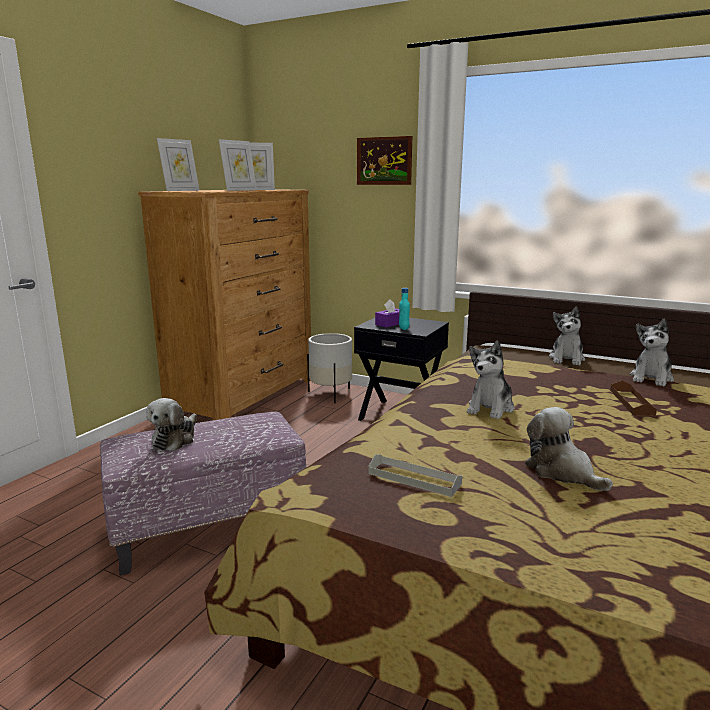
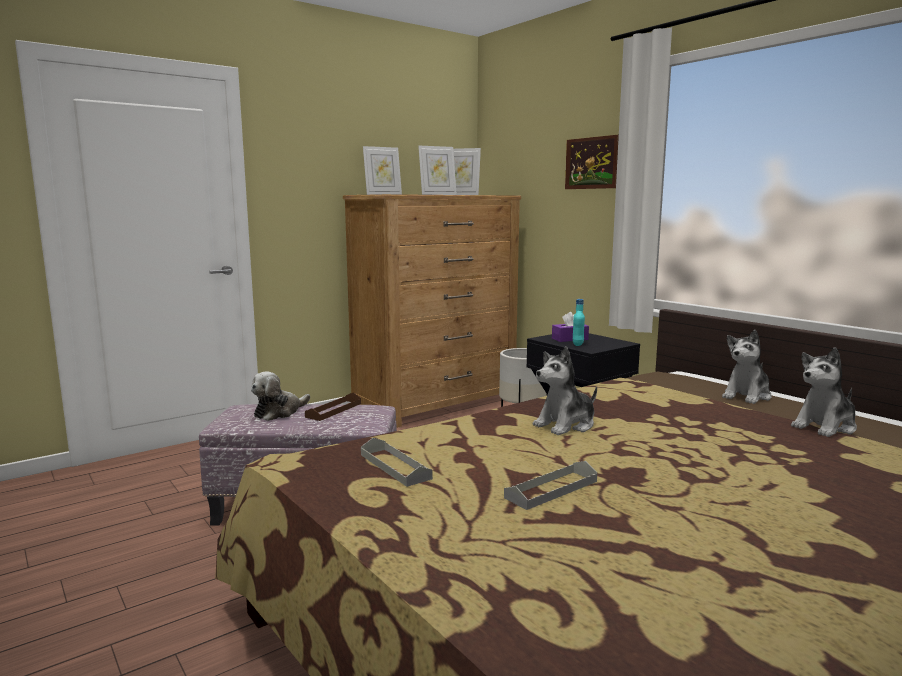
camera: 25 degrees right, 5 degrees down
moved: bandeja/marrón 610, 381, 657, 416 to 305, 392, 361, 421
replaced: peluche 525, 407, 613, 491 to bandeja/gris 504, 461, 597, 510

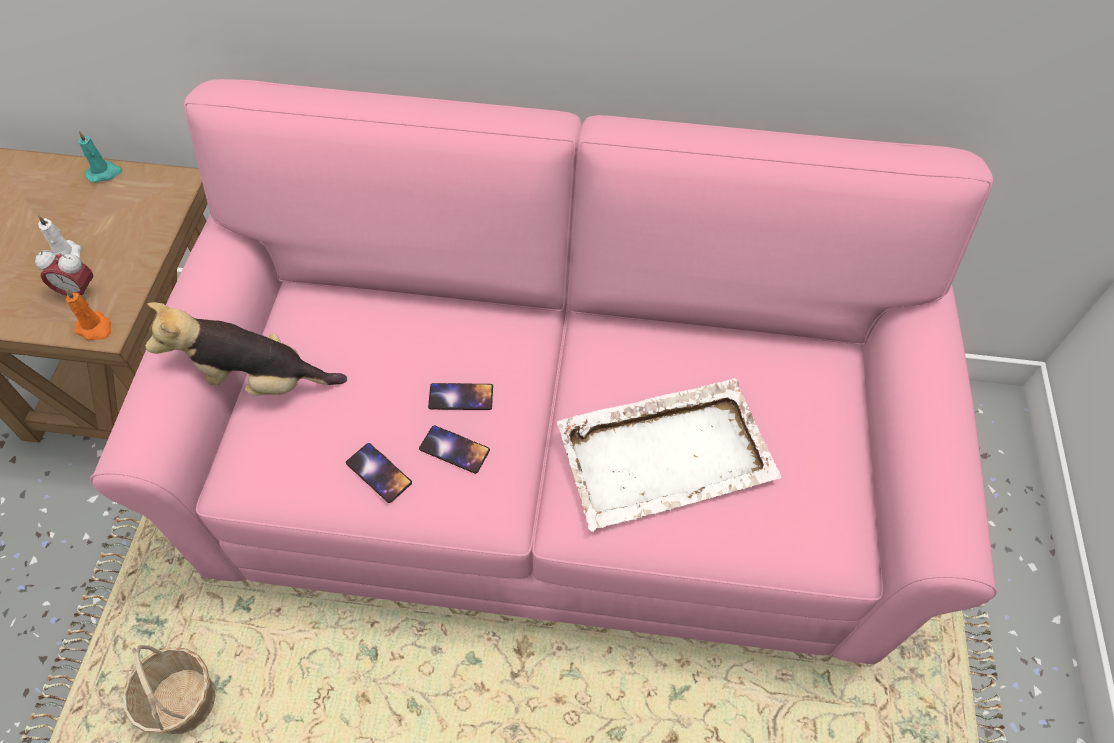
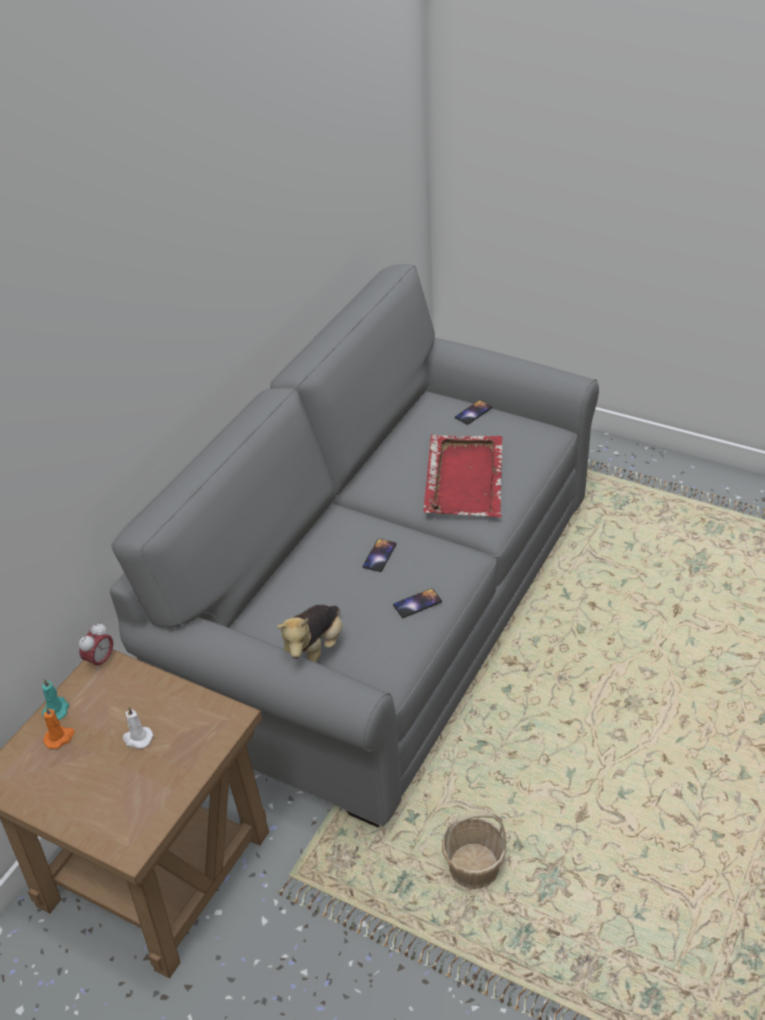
camera: 65 degrees left, 15 degrees down
moved: despertador 35, 250, 93, 300 to 79, 622, 113, 671; vela/naranja 66, 289, 111, 340 to 44, 706, 75, 749; móvil 419, 425, 490, 474 to 455, 400, 492, 425
recoloured: sofá/rosa 90, 79, 997, 664 to sofá/gris 110, 264, 599, 827; bandeja/blanco 557, 378, 781, 532 to bandeja/rojo 423, 434, 503, 517

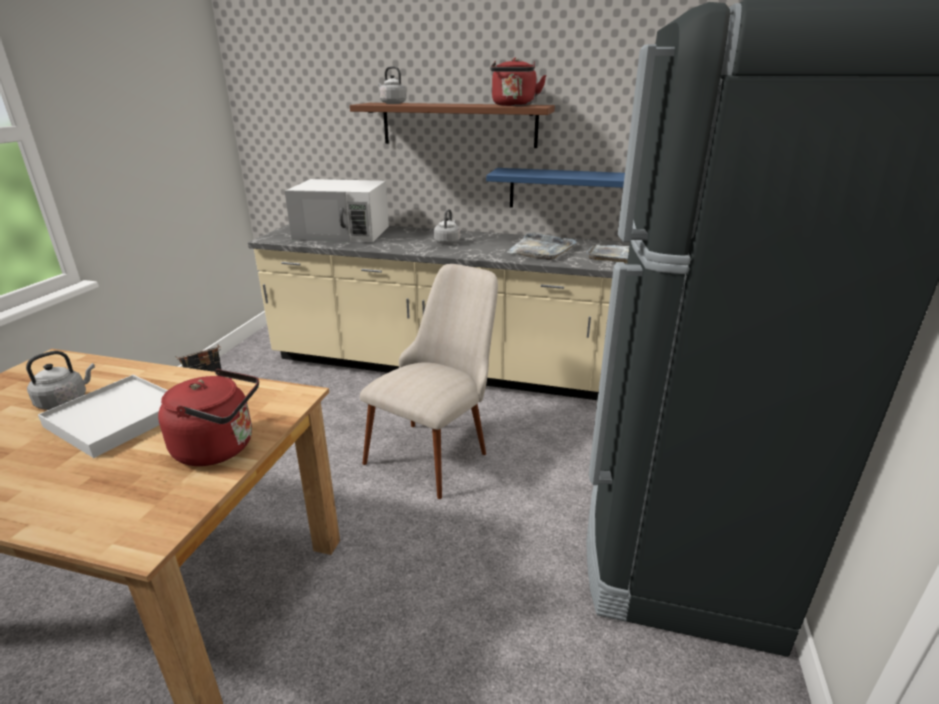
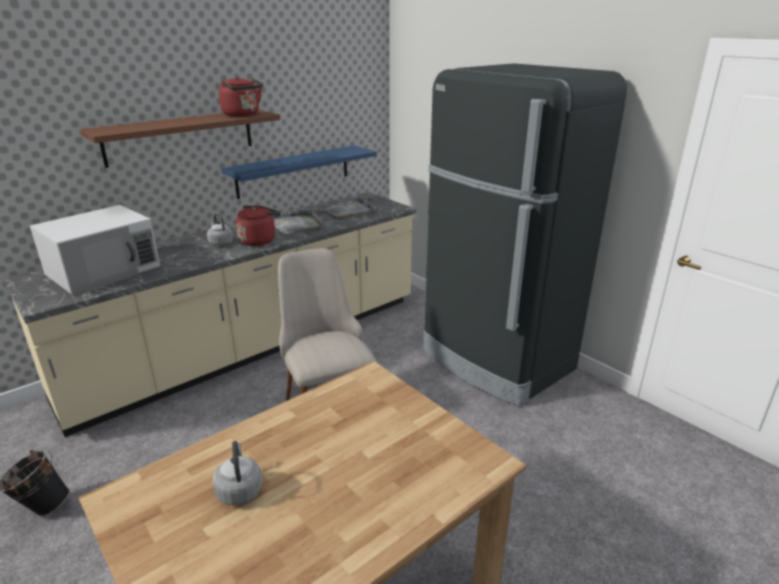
camera: 55 degrees left, 0 degrees up
removed: hervidor/gris 378, 66, 407, 104; bandeja/blanco 38, 375, 168, 458
moved: hervidor/rojo 158, 369, 259, 466 to 236, 205, 281, 246

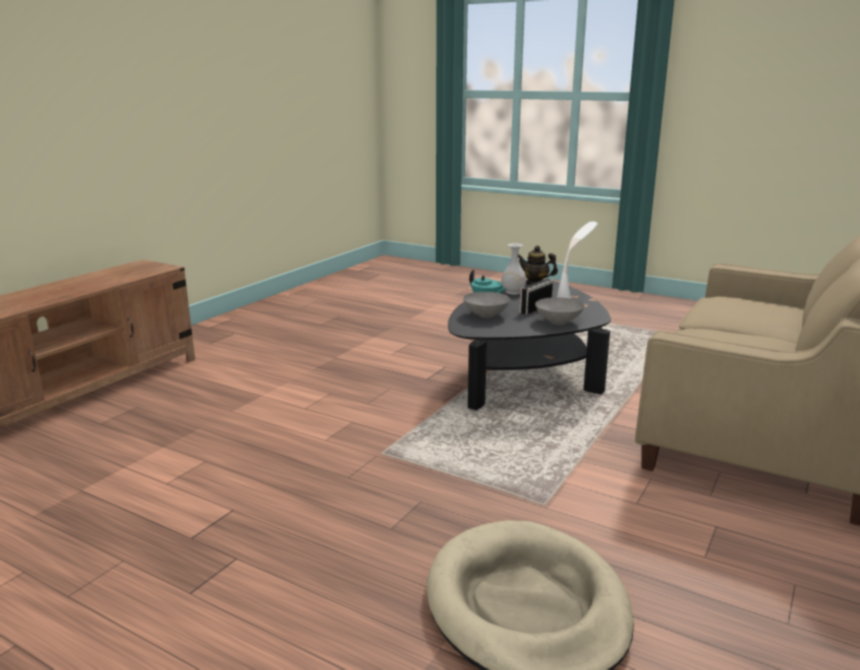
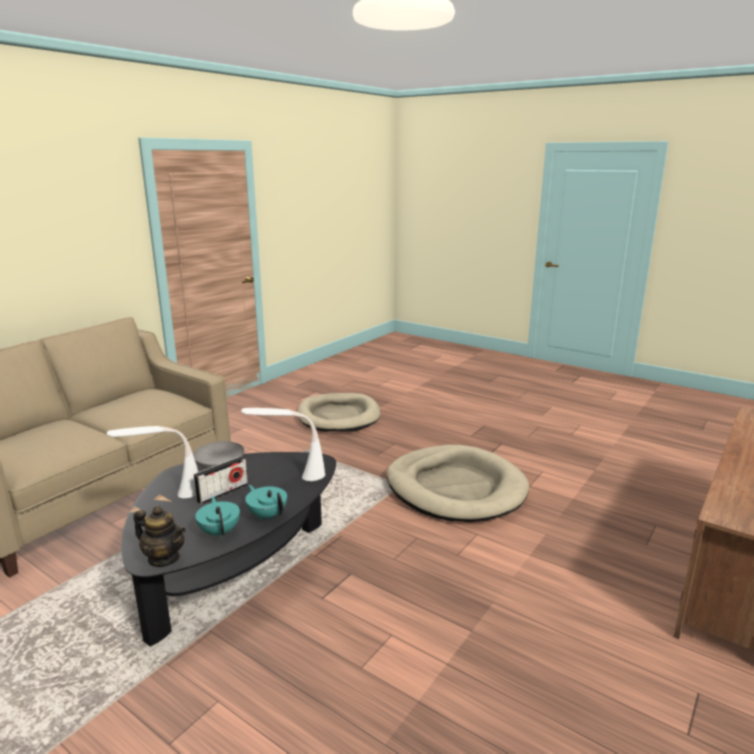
camera: 175 degrees left, 0 degrees up
added: cama para perro/beis 387, 445, 529, 522
replaced: florero/blanco 501, 243, 526, 295 to tetera/turquesa 195, 496, 240, 538; cuenco/gris 463, 292, 511, 318 to lámpara de mesa/blanco 241, 408, 325, 481

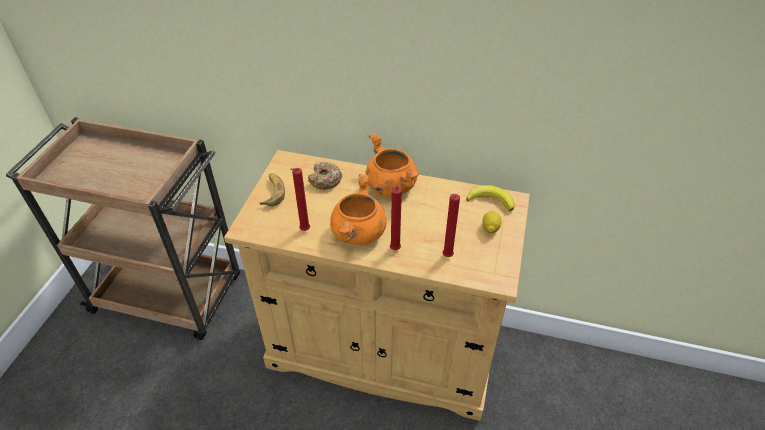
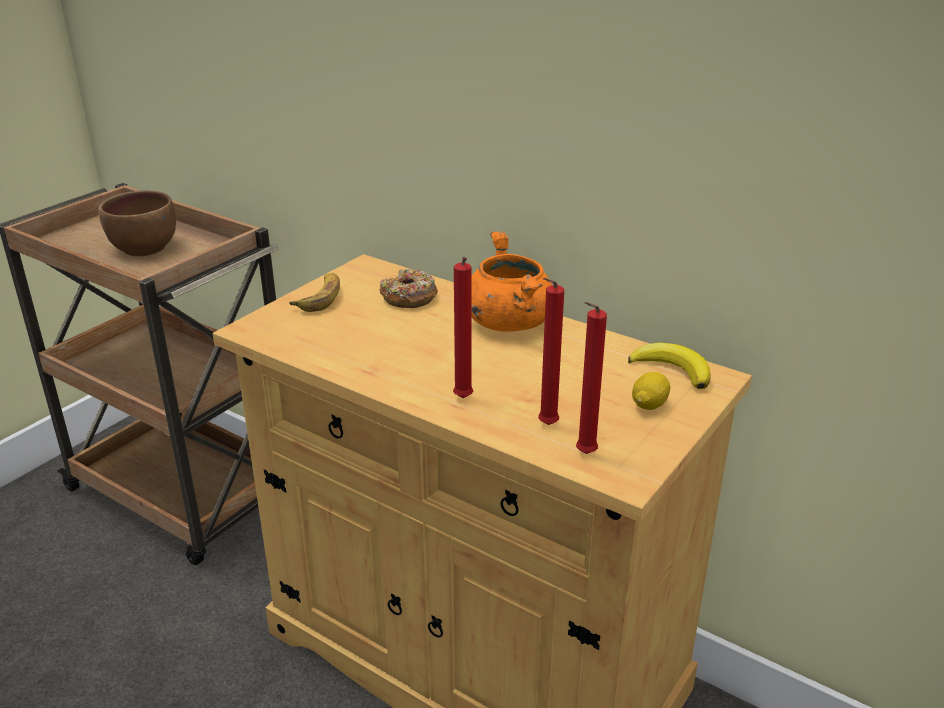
camera: 20 degrees right, 15 degrees down
removed: olla/naranja 330, 174, 387, 245
added: cuenco/marrón 98, 190, 176, 256
moved: vela/rojo 290, 168, 310, 231 to 576, 302, 607, 454

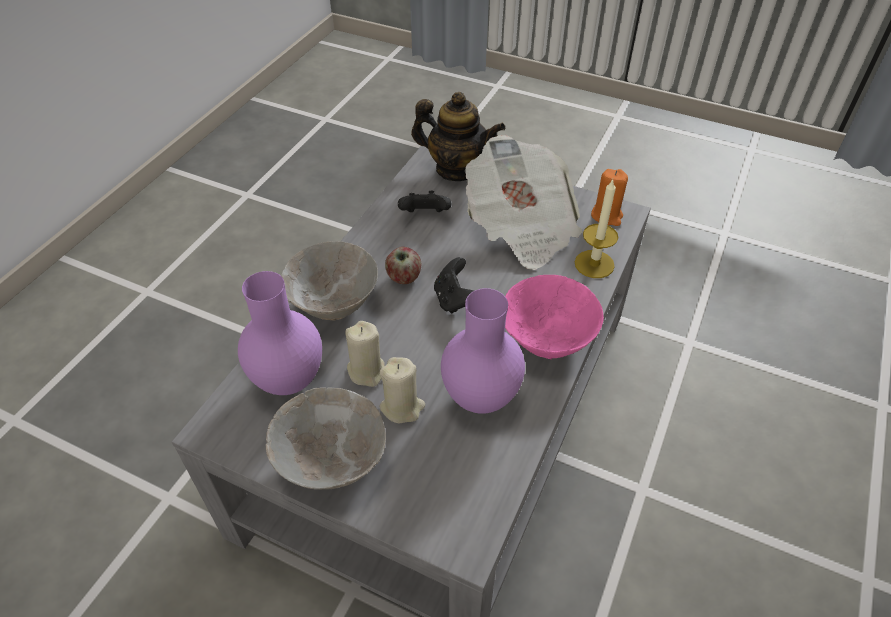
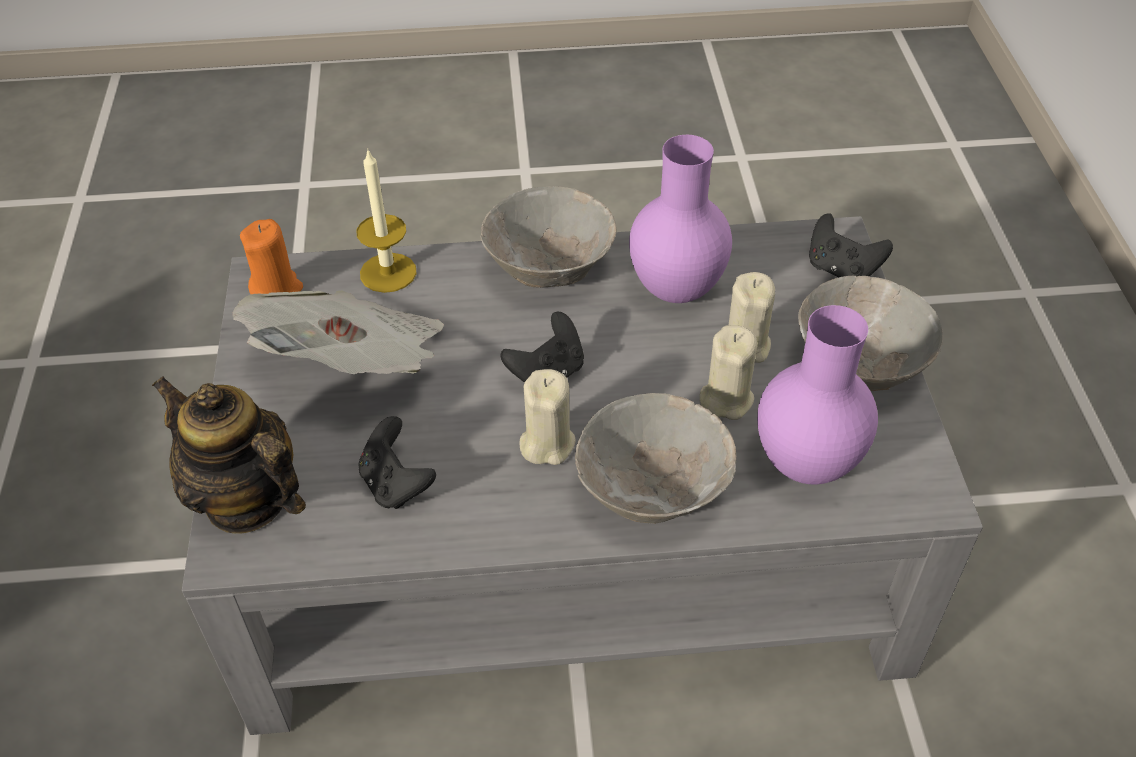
camera: 120 degrees left, 0 degrees up
added: mando de consola/negro 809, 213, 893, 278
replaced: manzana 385, 247, 421, 284 to vela/beis 519, 369, 576, 465
recoloured: cuenco/rosa 505, 275, 604, 359 to cuenco/gris 480, 186, 617, 288
turned: tetera 411, 92, 505, 181 = 152, 376, 306, 534 45 degrees counterclockwise

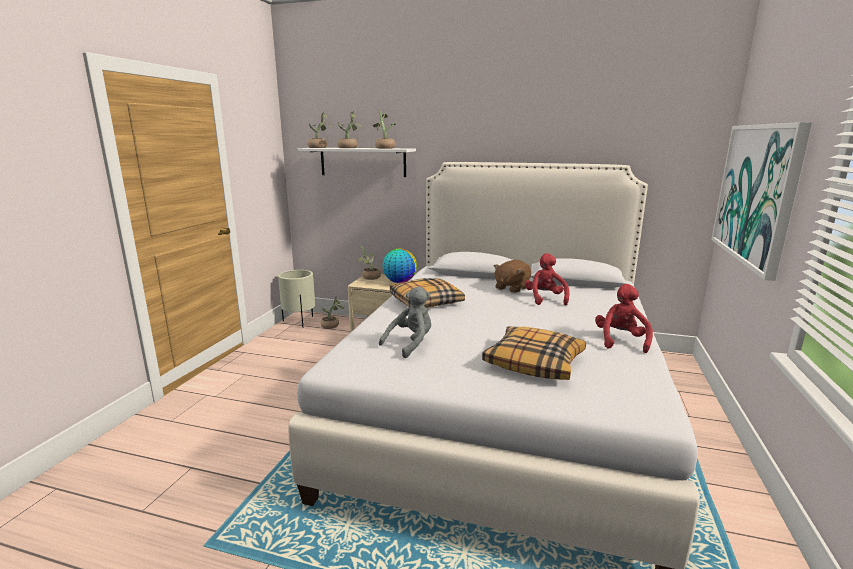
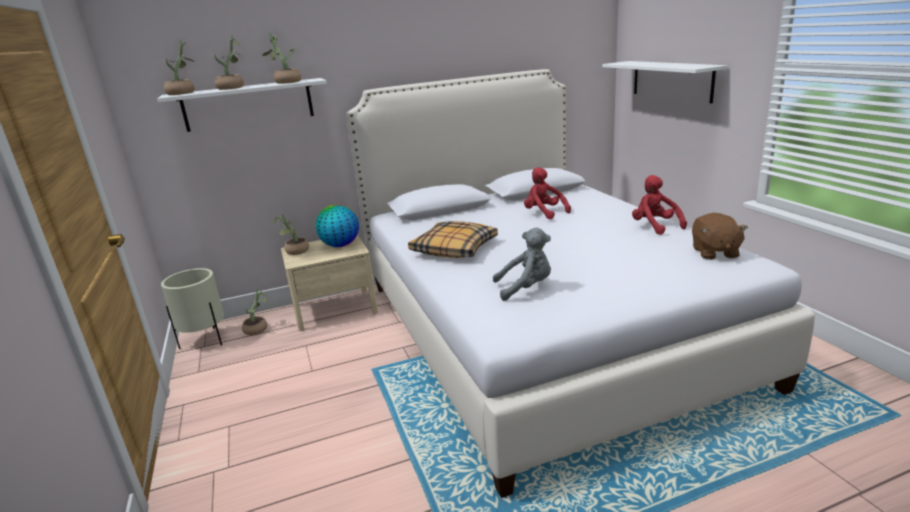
camera: 35 degrees left, 5 degrees up
removed: cojín 482, 326, 586, 380
moved: peluche/marrón 494, 260, 531, 293 to 692, 213, 748, 260
replaced: cuadro 711, 122, 813, 281 to estante/blanco 602, 61, 727, 103
turned: peluche/gris 379, 286, 431, 358 = 493, 227, 551, 301 75 degrees clockwise

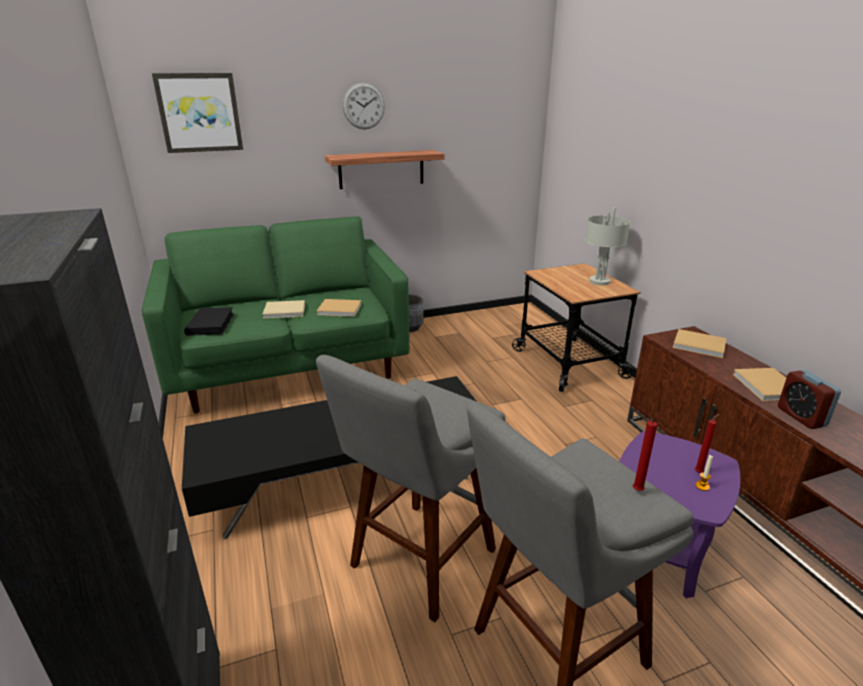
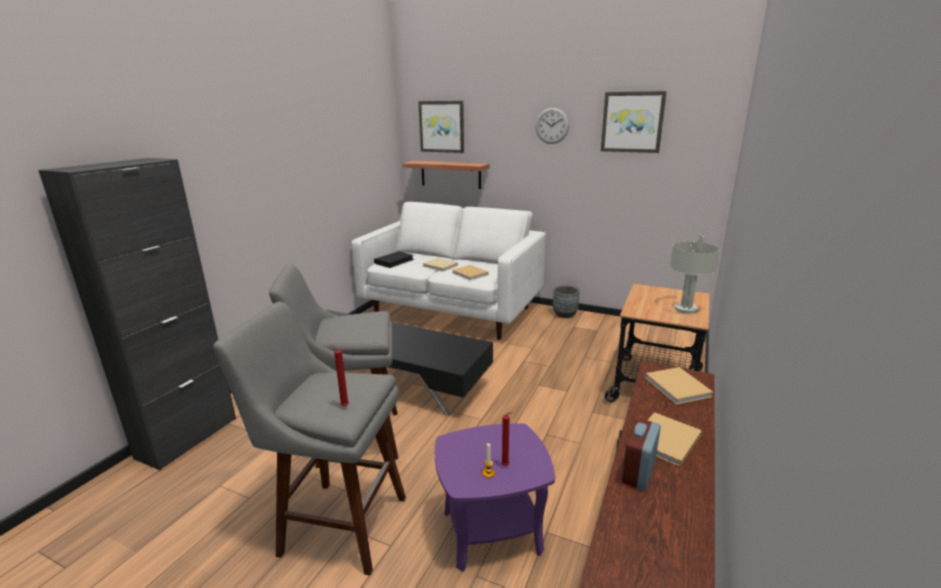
camera: 45 degrees right, 5 degrees down
added: cuadro 601, 91, 667, 153
moved: estante 325, 150, 444, 189 to 402, 161, 490, 189
recoloured: sofá/verde 142, 216, 410, 413 to sofá/blanco 351, 202, 546, 340

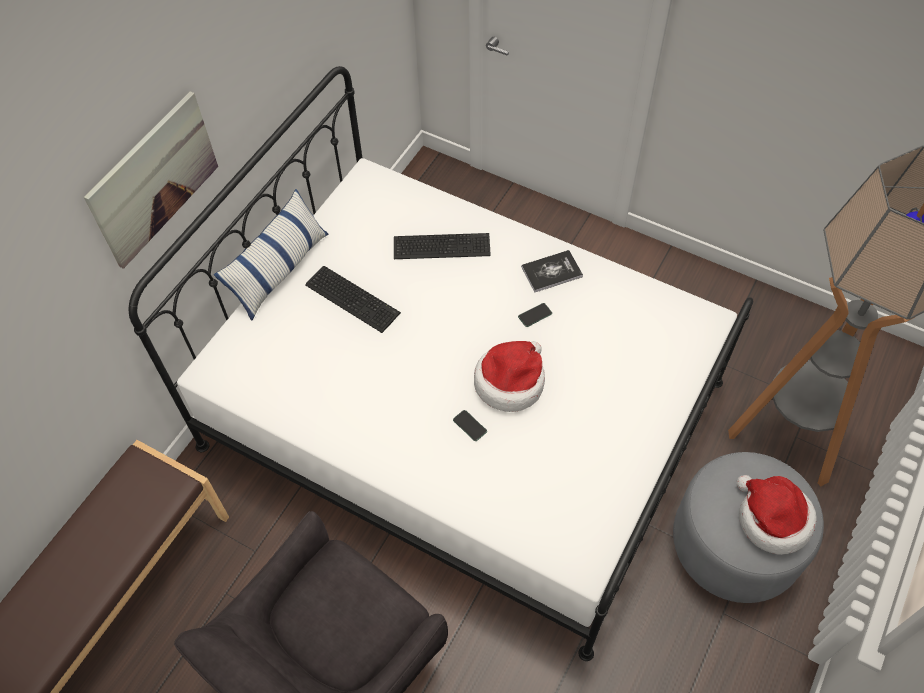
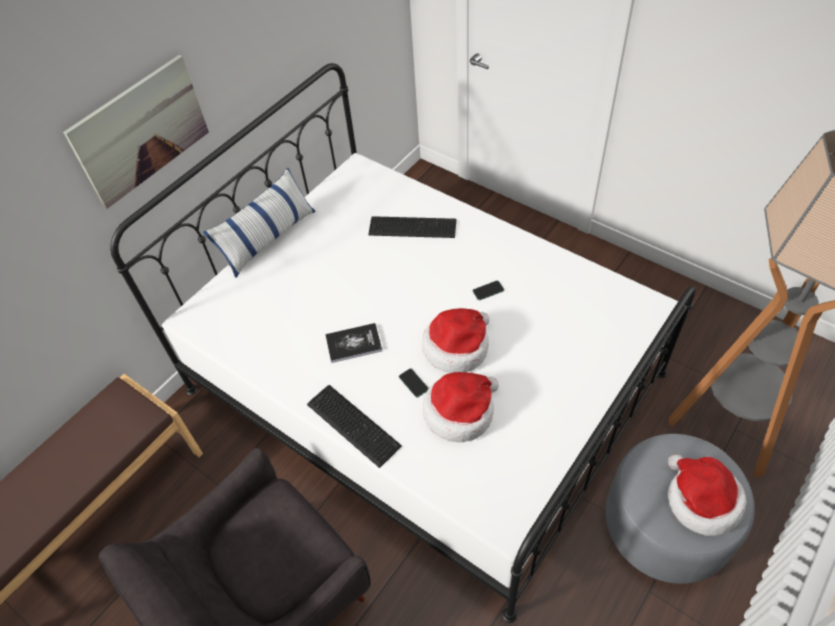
camera: 10 degrees right, 5 degrees down
added: sombrero 423, 372, 499, 442
moved: libro 521, 250, 583, 292 to 325, 323, 382, 363; teclado 305, 266, 401, 333 to 307, 385, 402, 468

